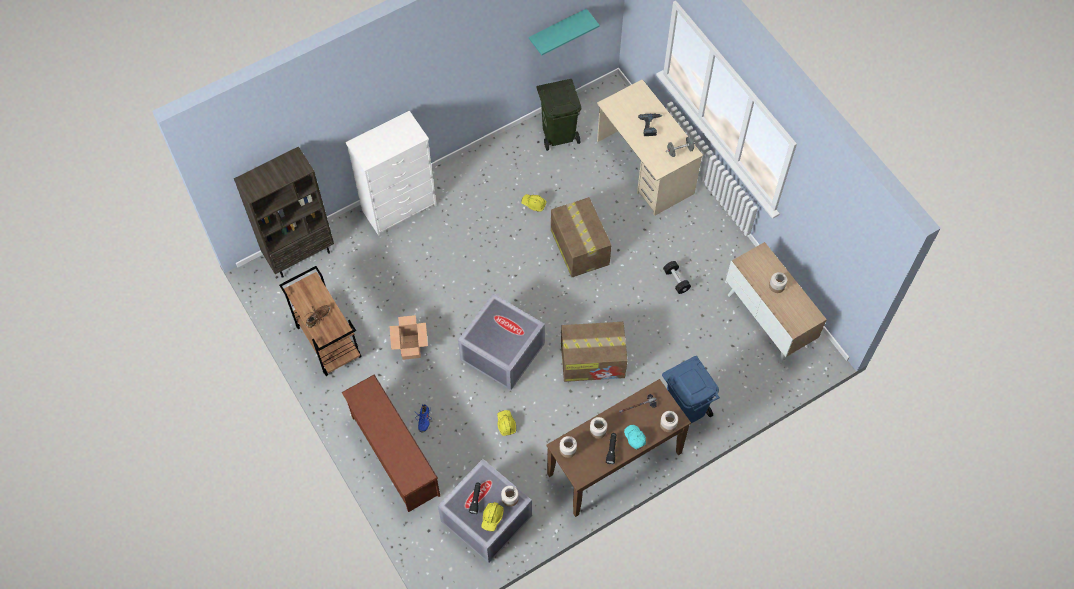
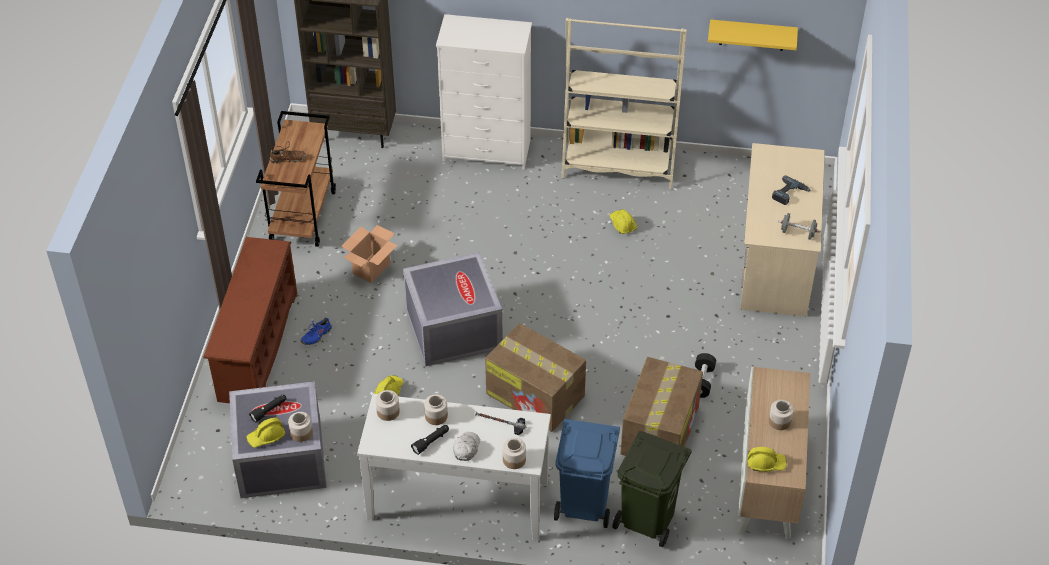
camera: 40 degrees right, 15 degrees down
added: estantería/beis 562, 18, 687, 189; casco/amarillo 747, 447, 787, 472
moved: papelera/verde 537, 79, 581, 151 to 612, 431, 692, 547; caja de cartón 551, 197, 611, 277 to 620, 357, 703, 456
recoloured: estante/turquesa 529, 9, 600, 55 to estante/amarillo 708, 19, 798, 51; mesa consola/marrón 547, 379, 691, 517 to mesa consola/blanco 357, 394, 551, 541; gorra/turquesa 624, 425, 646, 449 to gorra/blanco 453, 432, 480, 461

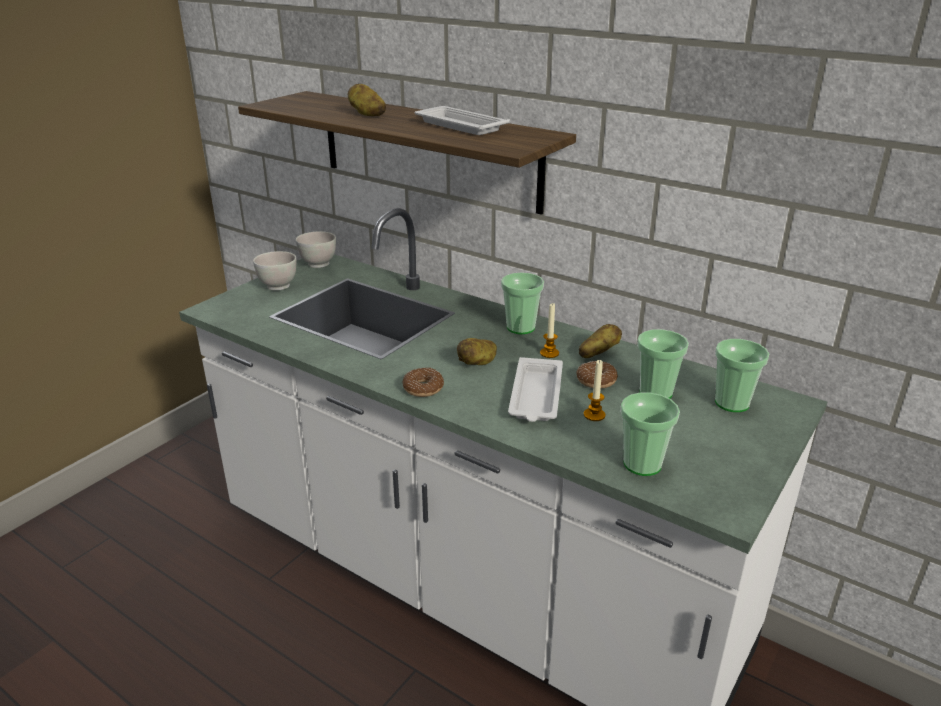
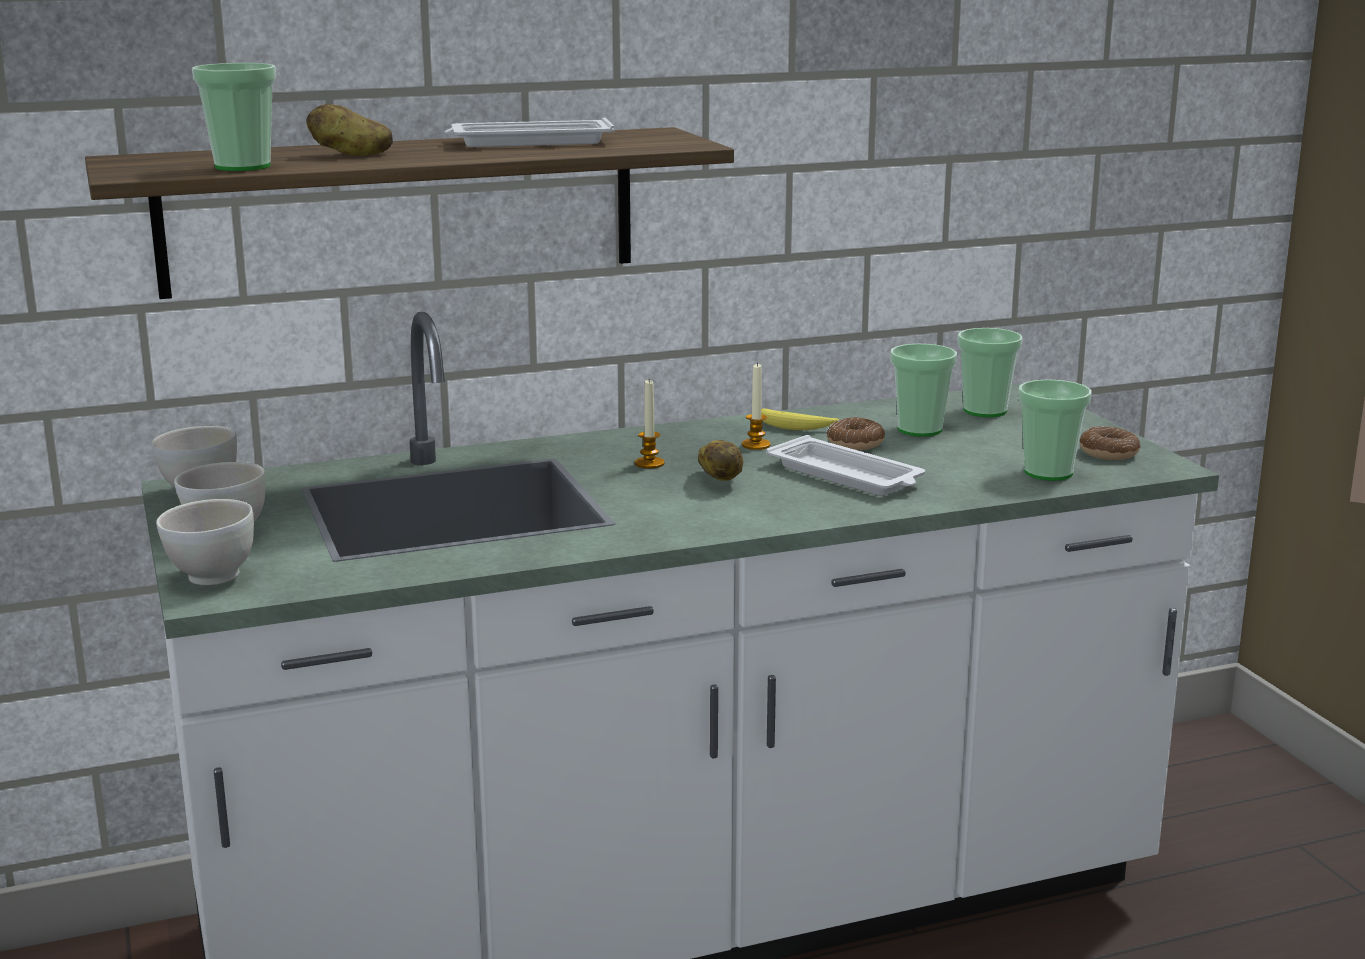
camera: 55 degrees left, 10 degrees down
added: cuenco/blanco 156, 499, 254, 585
moved: taza 501, 272, 544, 334 to 192, 63, 276, 171; vela 584, 360, 606, 421 to 635, 380, 665, 469; rosquilla 402, 368, 444, 397 to 1079, 426, 1141, 460
replaced: patata 579, 324, 622, 358 to plátano 761, 408, 839, 430

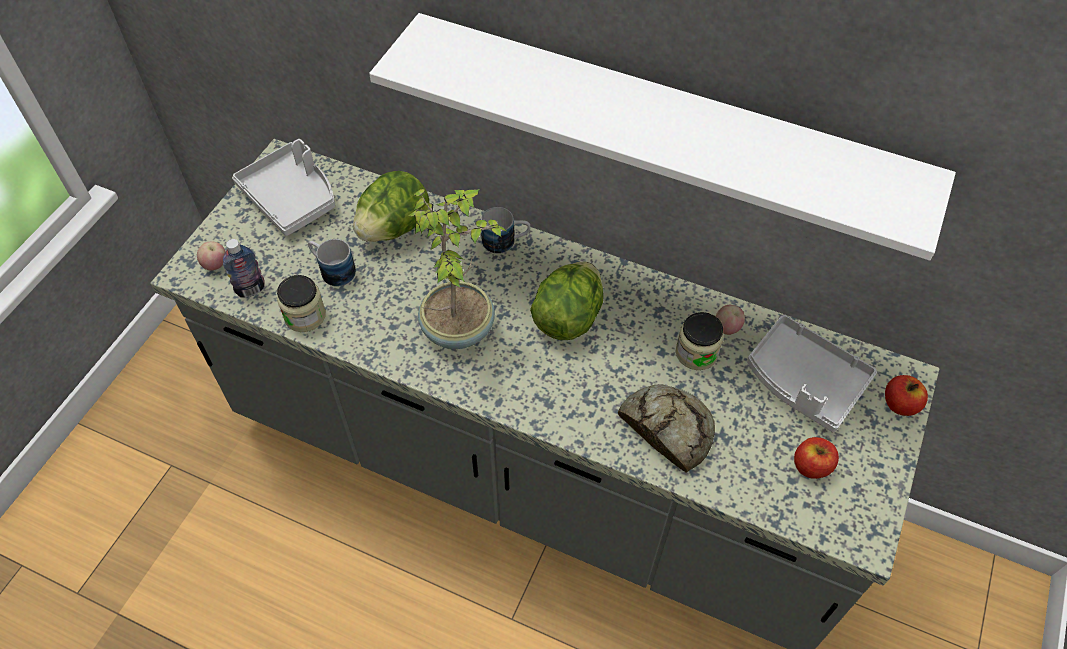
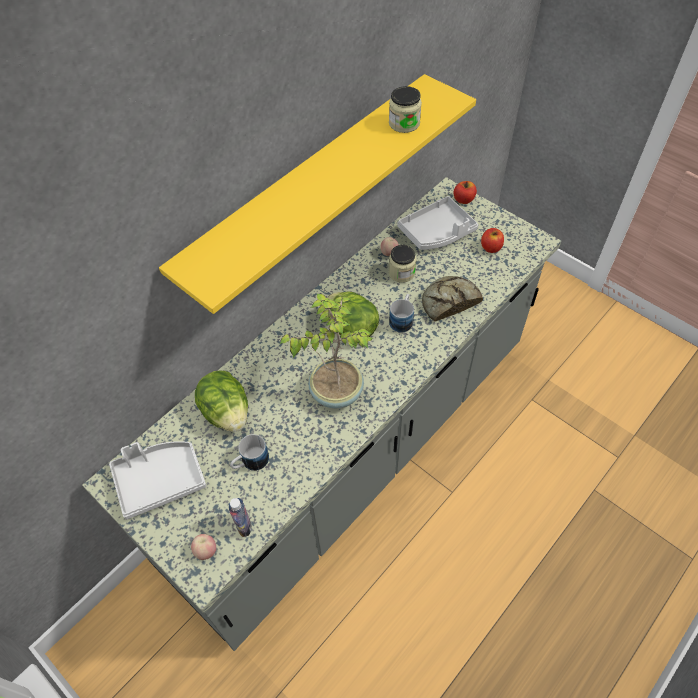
camera: 70 degrees left, 0 degrees up
moved: taza grande 481, 207, 531, 254 to 389, 294, 414, 333; tarro 277, 275, 326, 332 to 389, 86, 422, 133
recoloured: estante/blanco 369, 13, 956, 260 to estante/amarillo 159, 74, 476, 314

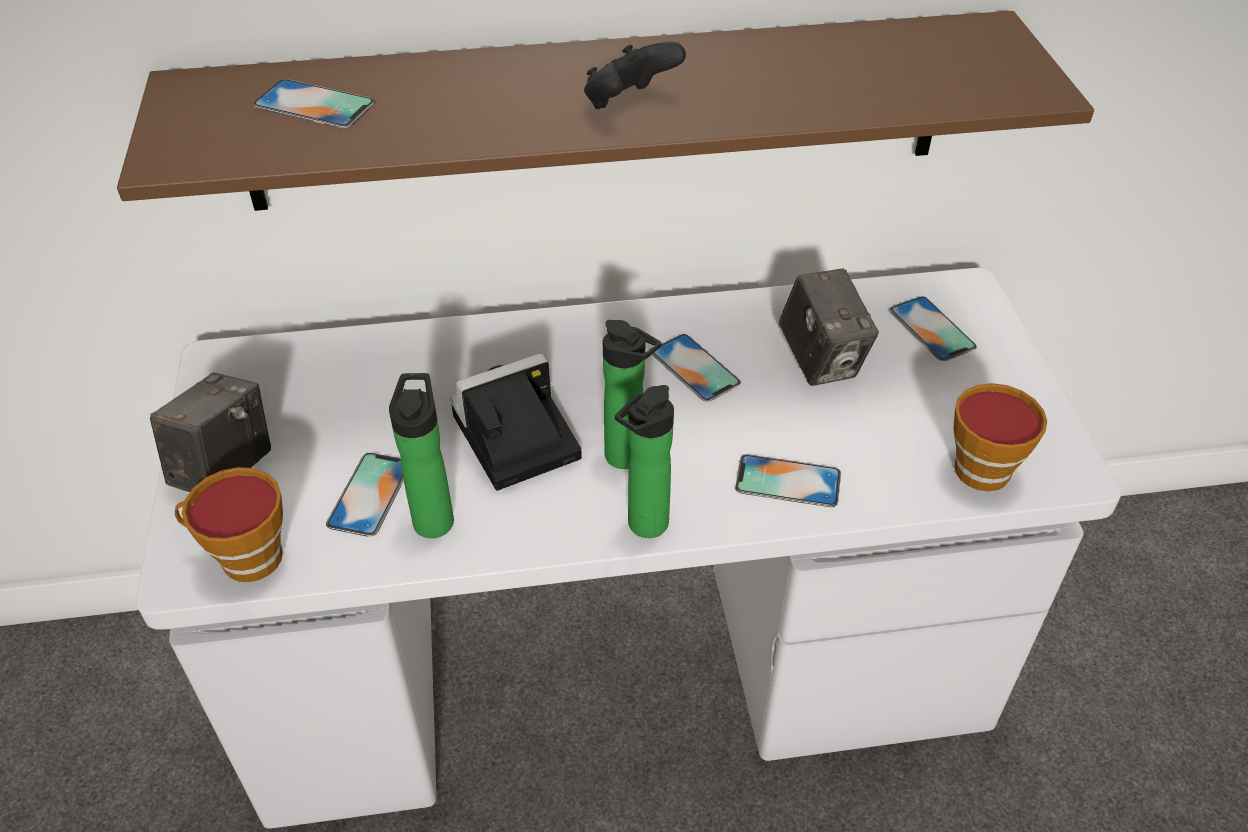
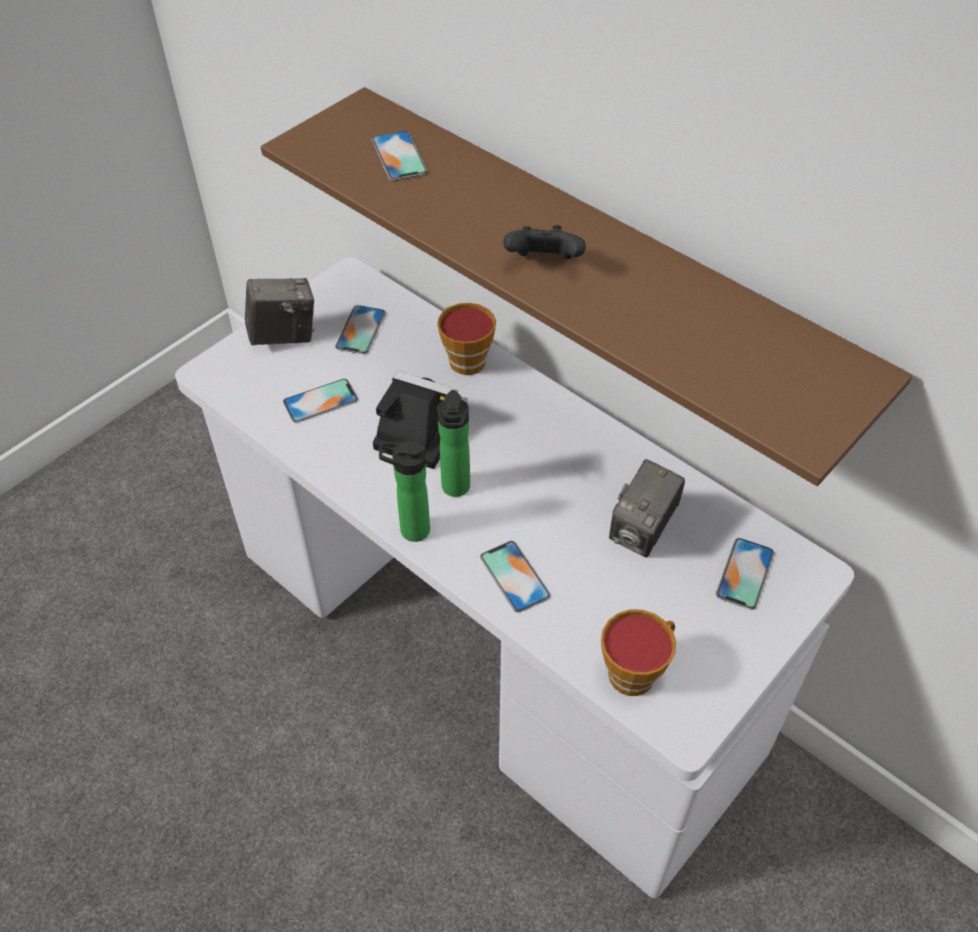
camera: 50 degrees right, 5 degrees up
removed: botella 389, 373, 454, 538
moved: móvil 652, 334, 741, 402 to 335, 305, 385, 354; taza 175, 467, 283, 582 to 437, 303, 496, 375

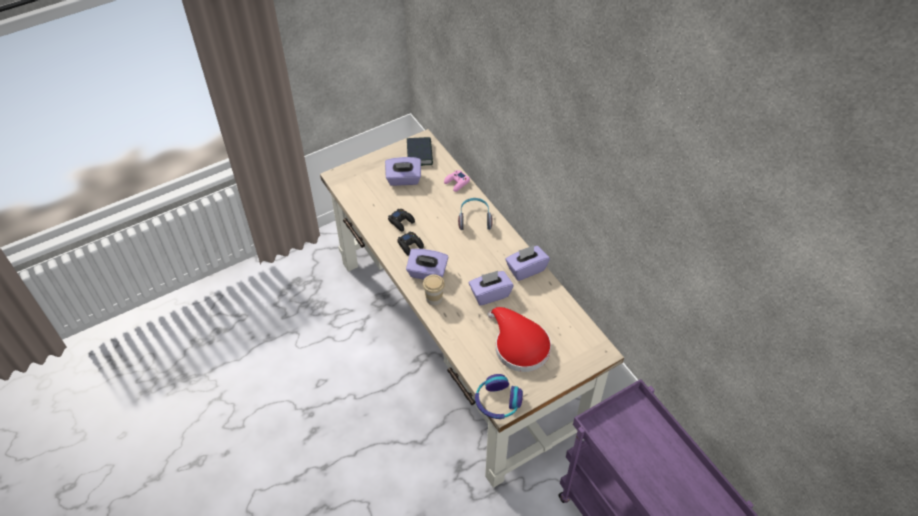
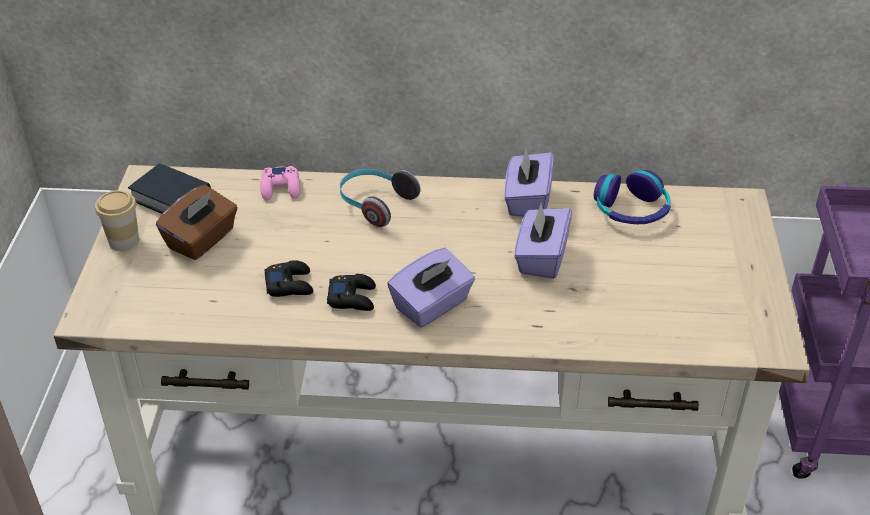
camera: 55 degrees left, 10 degrees down
removed: sombrero/rojo 488, 307, 551, 372
moved: taza 423, 275, 445, 305 to 95, 190, 139, 251; auriculares 475, 374, 523, 419 to 594, 170, 670, 224
recoloured: caja de pañuelos/morado 385, 157, 421, 186 to caja de pañuelos/marrón 156, 185, 238, 260

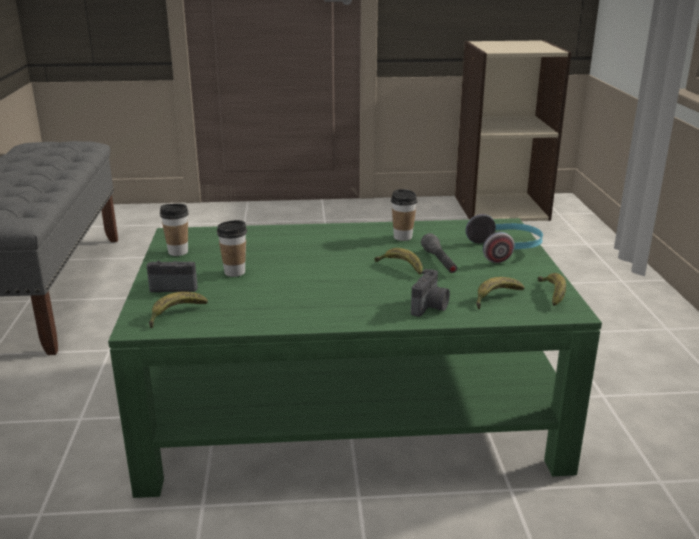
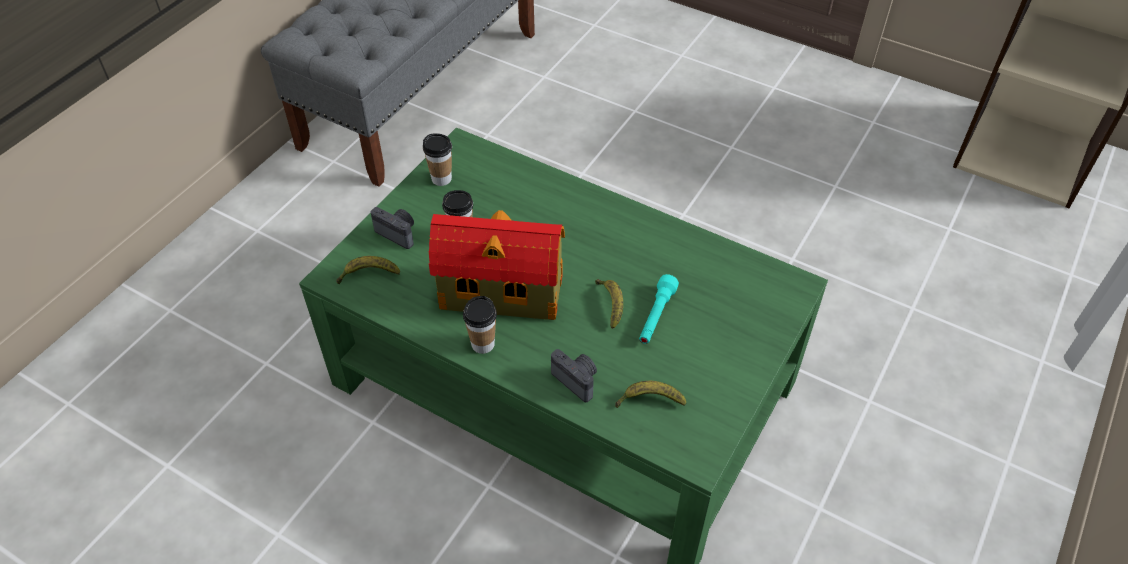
camera: 35 degrees right, 25 degrees up
removed: auriculares 466, 214, 543, 263; plátano 538, 273, 566, 306
added: casita 429, 210, 565, 320
moved: taza 391, 189, 418, 241 to 463, 296, 497, 354
recoloured: linterna/gris 421, 233, 457, 273 to linterna/turquesa 639, 274, 679, 344
turned: cámara 411, 269, 450, 317 = 551, 349, 597, 402 105 degrees counterclockwise

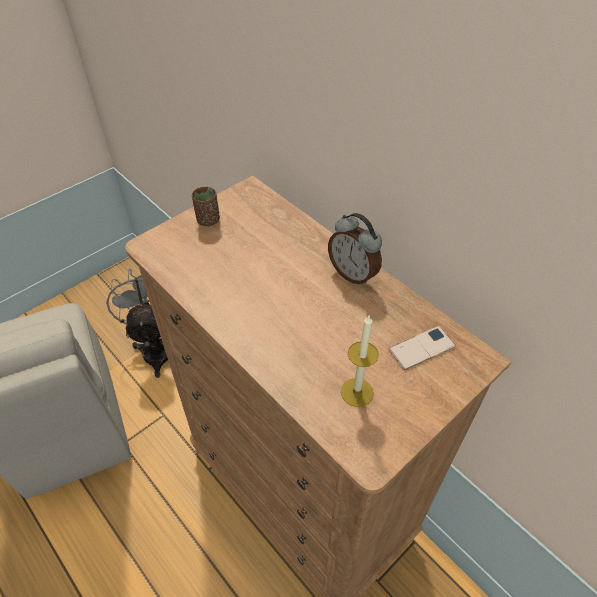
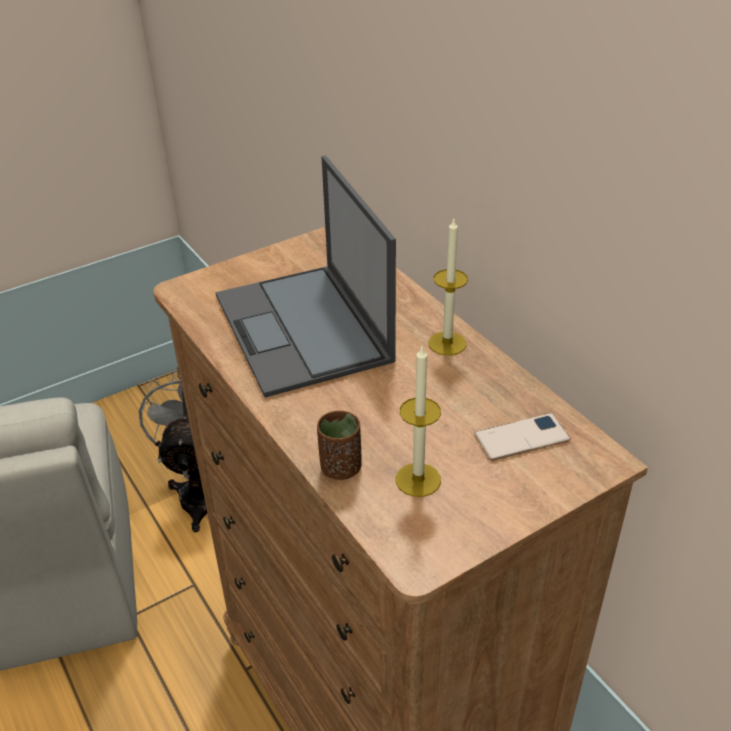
camera: 10 degrees right, 10 degrees down
added: portátil 216, 155, 396, 398
moved: taza/marrón 192, 187, 220, 226 to 317, 411, 362, 480
replaced: despertador 328, 213, 382, 286 to vela 428, 219, 468, 356

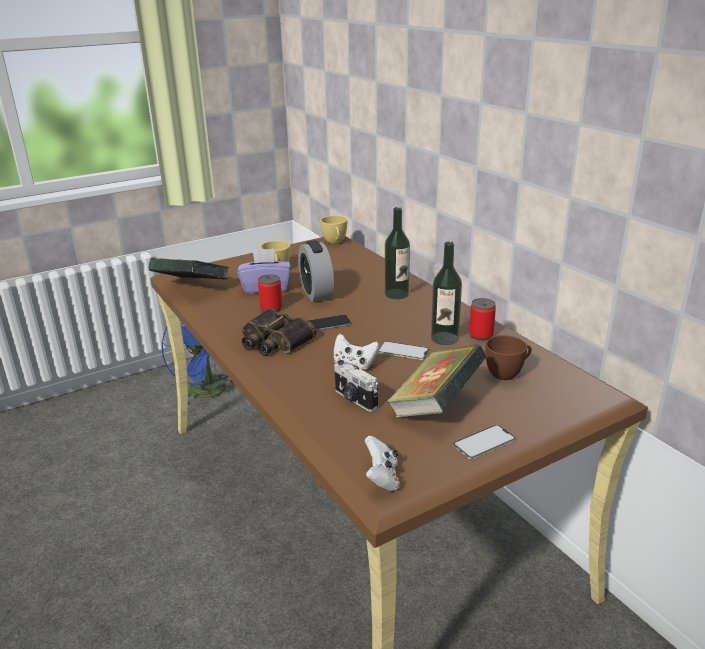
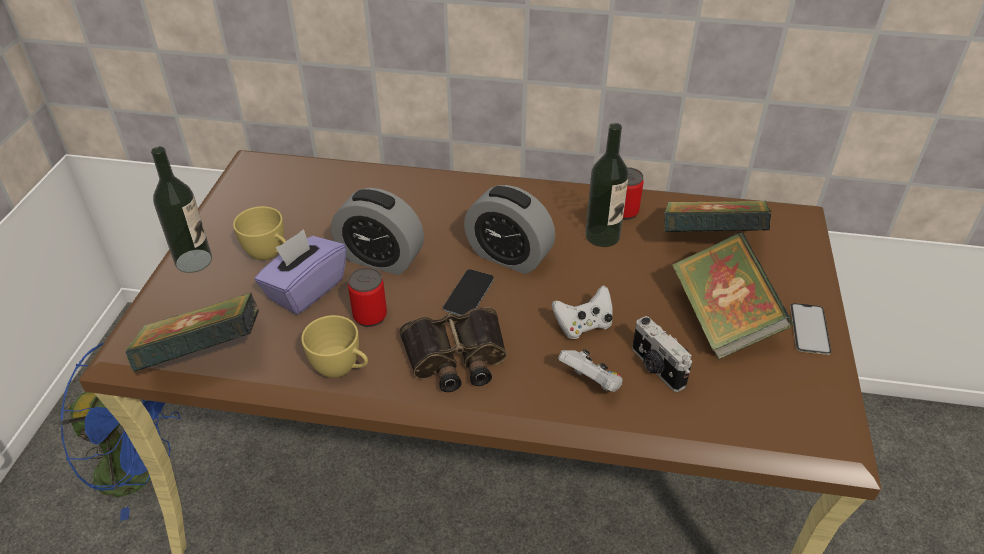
camera: 50 degrees left, 15 degrees up
removed: móvil 378, 341, 429, 360
added: despertador 464, 185, 555, 274
moved: botella 385, 207, 410, 299 to 151, 147, 212, 273; taza/amarillo 320, 215, 347, 244 to 301, 315, 368, 378; mando de consola/blanco 365, 436, 400, 491 to 558, 349, 623, 392
replaced: taza/marrón 485, 335, 532, 380 to libro 665, 201, 772, 232
turned: cámara 334, 360, 378, 412 = 632, 316, 692, 392 60 degrees clockwise

